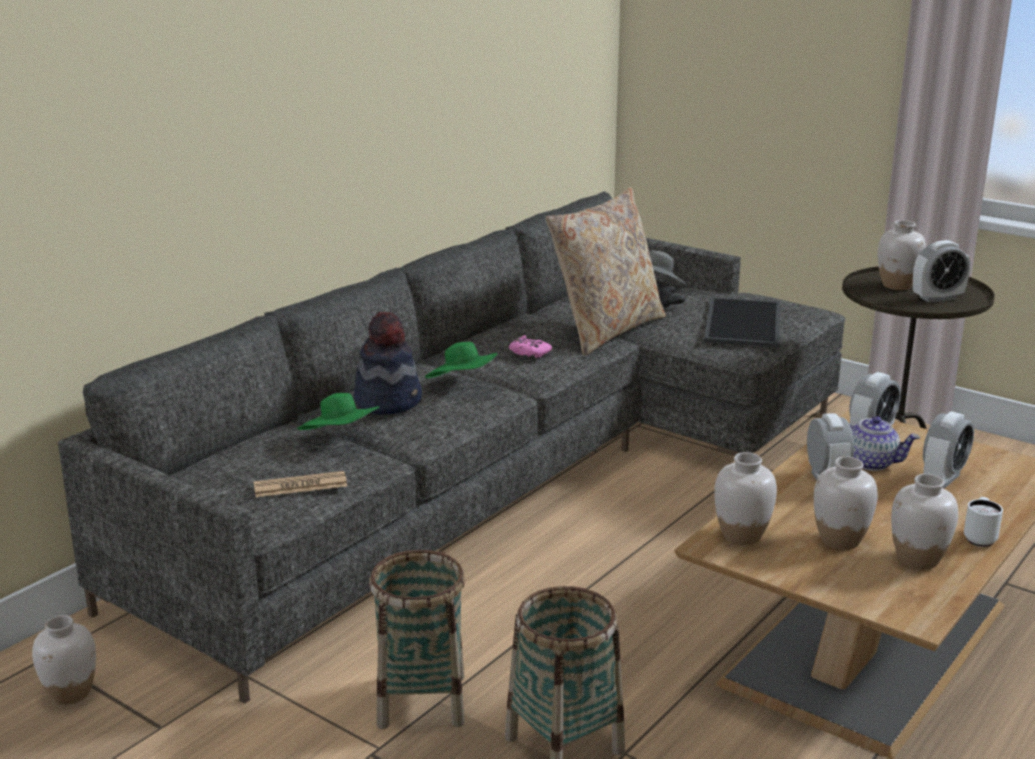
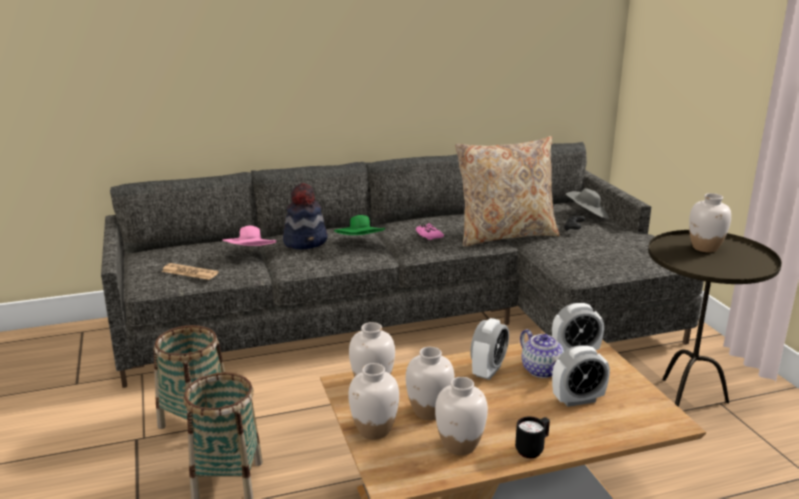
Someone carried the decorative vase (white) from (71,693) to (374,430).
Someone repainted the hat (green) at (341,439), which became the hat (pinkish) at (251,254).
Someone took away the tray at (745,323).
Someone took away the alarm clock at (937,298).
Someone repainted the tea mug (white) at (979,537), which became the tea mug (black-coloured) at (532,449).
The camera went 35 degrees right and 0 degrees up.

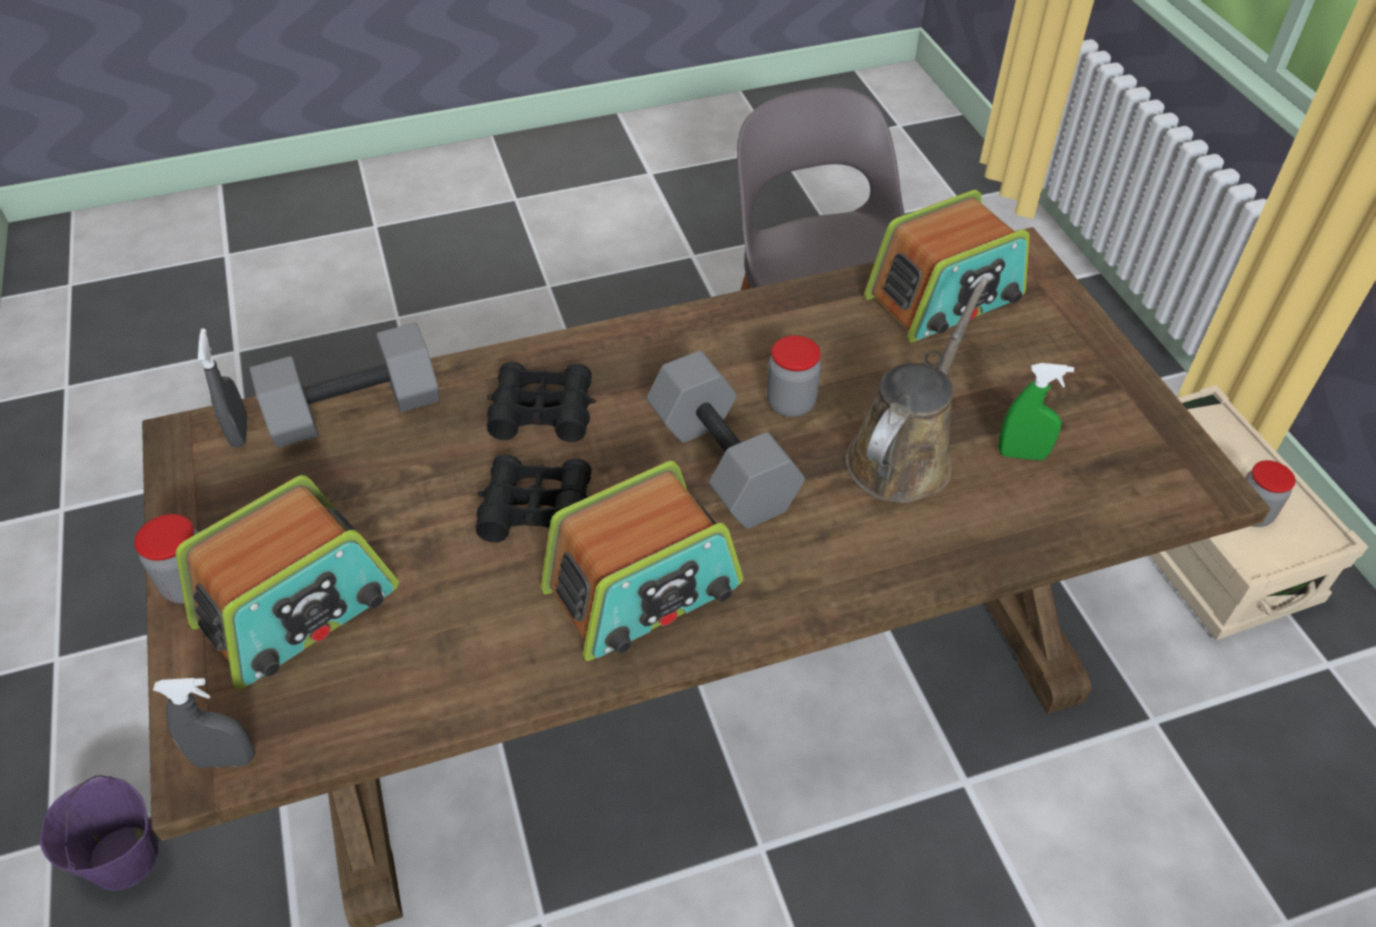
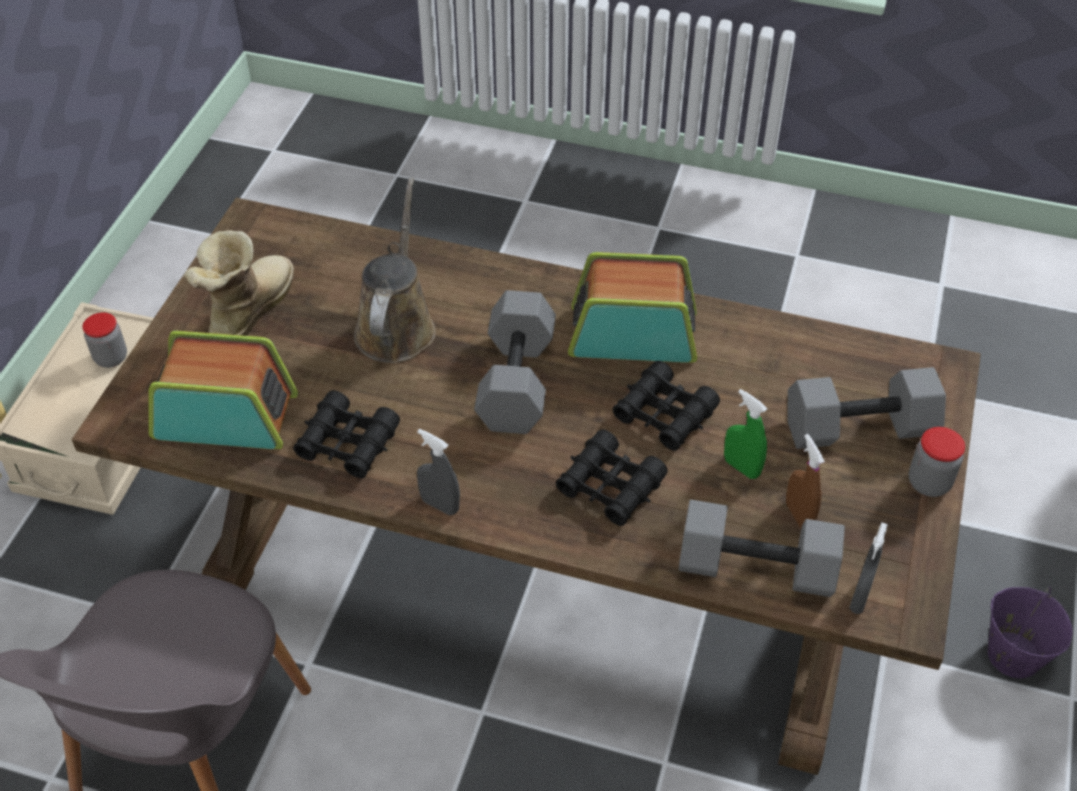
Someone carried the sprayer (greyish) from (225,759) to (440,505).
Someone swapped the radio at (298,608) for the dumbbell (greyish) at (858,430).
Someone took away the jar at (791,403).
Someone rotated the watering pot (brownish) at (904,455) by 120 degrees clockwise.
Someone carried the sprayer (green) from (1022,454) to (741,467).
Someone put down the high-top boot at (246,310).
Someone put down the pair of binoculars (black-coloured) at (348,443).
Someone put down the sprayer (brownish) at (799,515).
The camera went 145 degrees left and 0 degrees up.

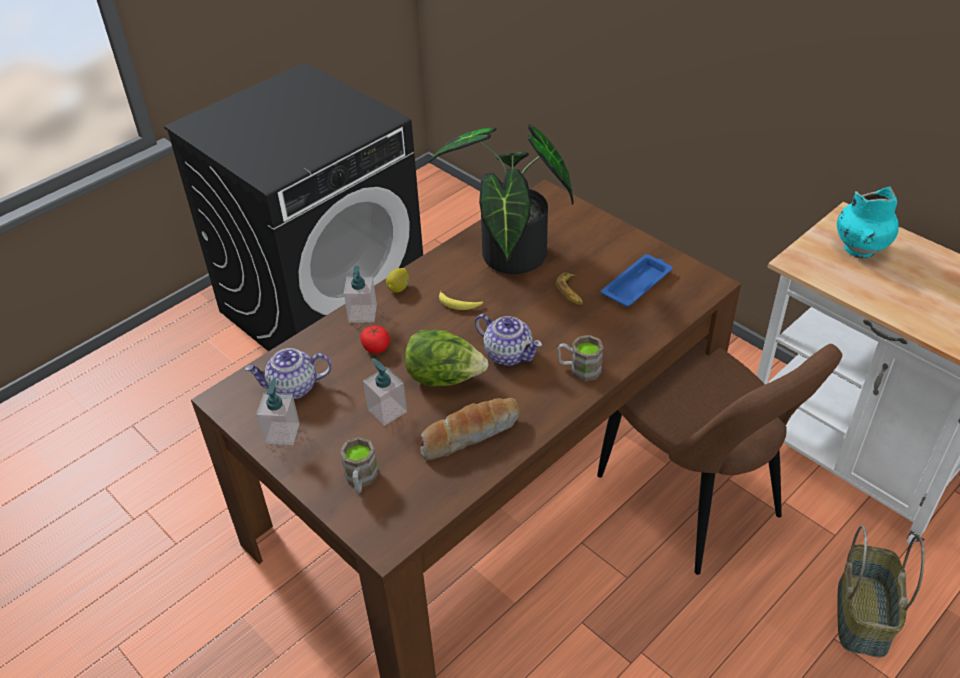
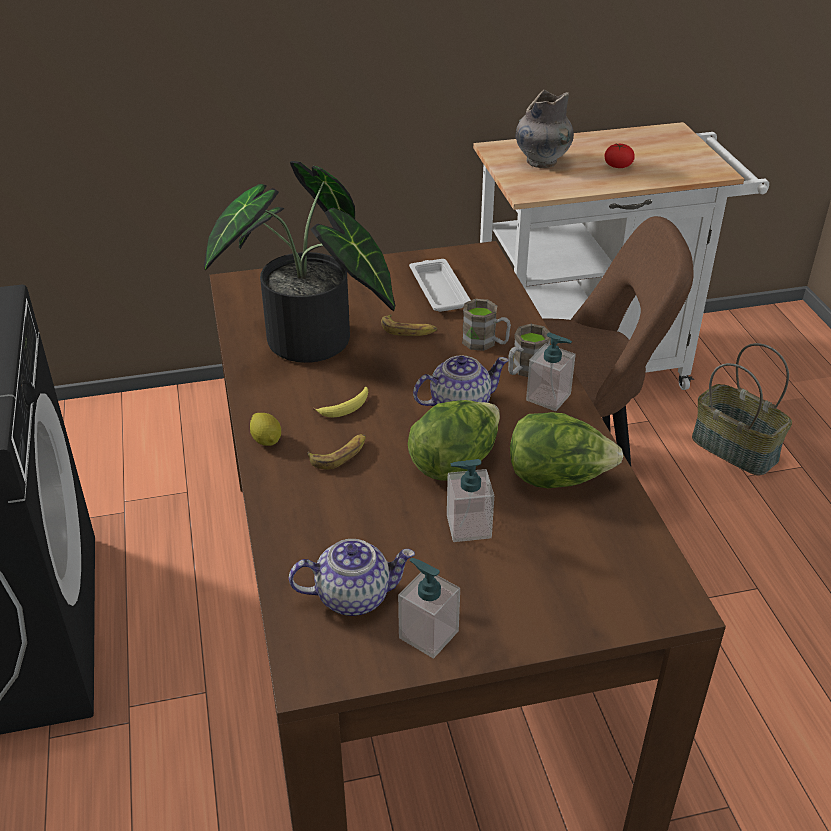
Someone rotated the teapot at (293,388) by 120 degrees counterclockwise.
Someone carried the tea mug (brownish) from (360,480) to (485,343).
Someone carried the liquid soap bottle from (362,314) to (548,397).
Someone carried the fresh tomato from (376,347) to (618,166).
Someone swapped the baked bread at (469,434) for the lettuce head at (558,478).
Someone repainted the tray (blue-coloured) at (637,284), which became the tray (white) at (439,290).
Someone repainted the decorative vase (turquoise-coloured) at (860,249), which became the decorative vase (greyish) at (541,162).
Someone put down the whole banana at (339,455).
The camera went 60 degrees left and 5 degrees down.

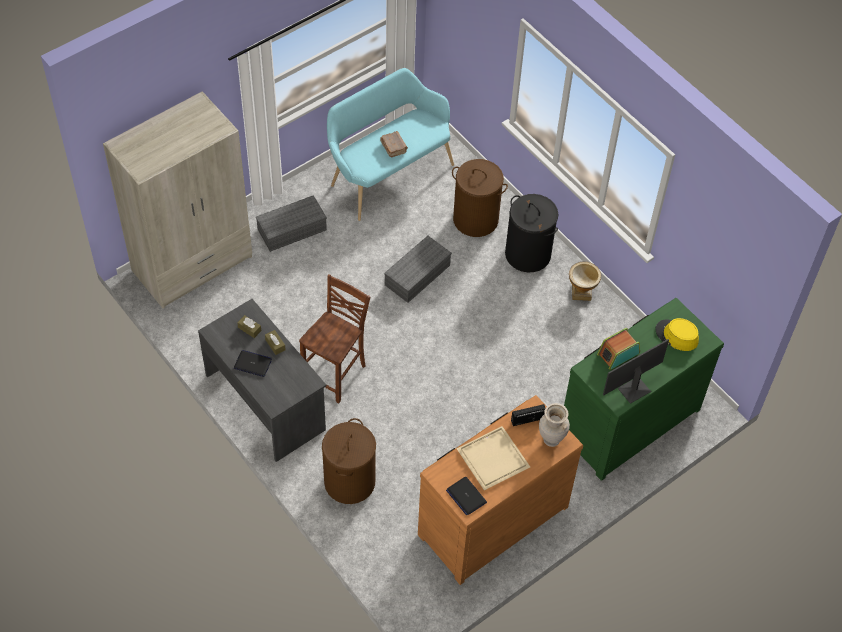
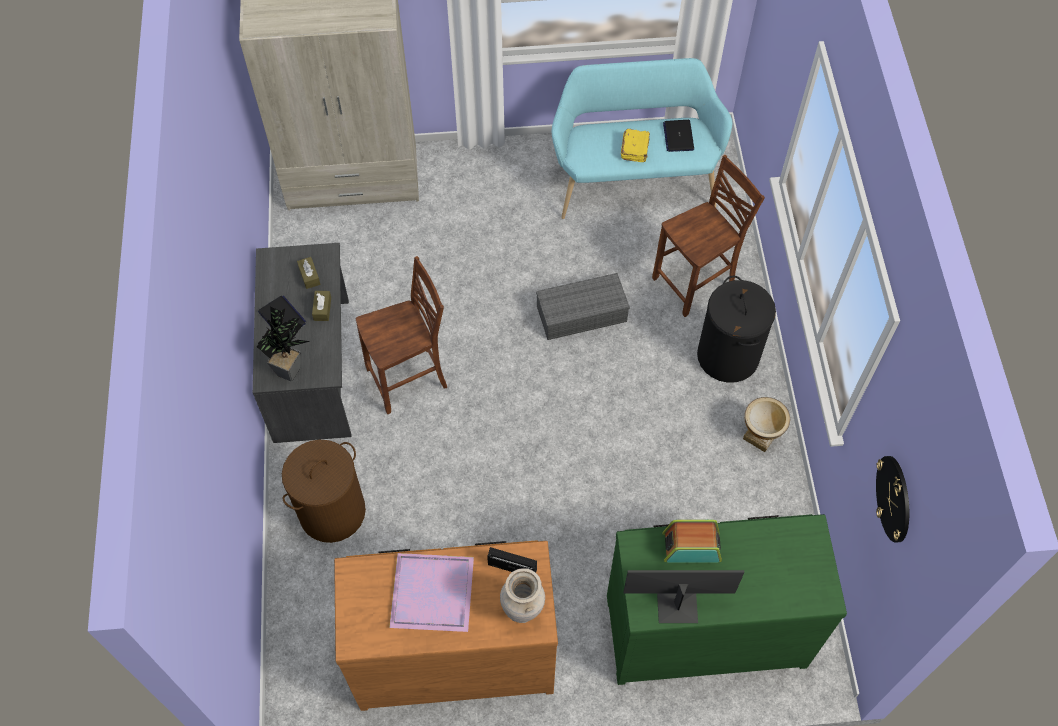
Someone took away the storage bin (greyish) at (292,229).
Someone repainted the bound book (brownish) at (393,147), which became the bound book (yellow-coloured) at (635,149).
Someone carried the laptop from (466,496) to (678,136).
Someone swapped the hamper (brownish) at (476,219) for the plain chair (brownish) at (696,283).
Someone repainted the tray (sand-coloured) at (493,457), which became the tray (purple-coloured) at (434,591).
Someone took away the hat (yellow-coloured) at (676,336).
Someone put down the potted plant at (292,369).
Someone put up the wall clock at (894,498).
The camera went 35 degrees right and 5 degrees up.

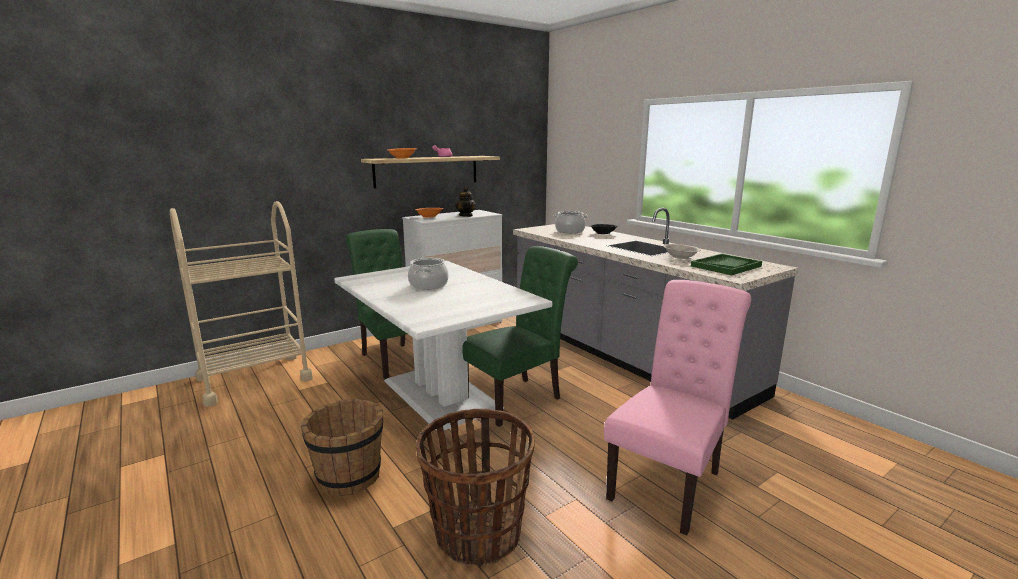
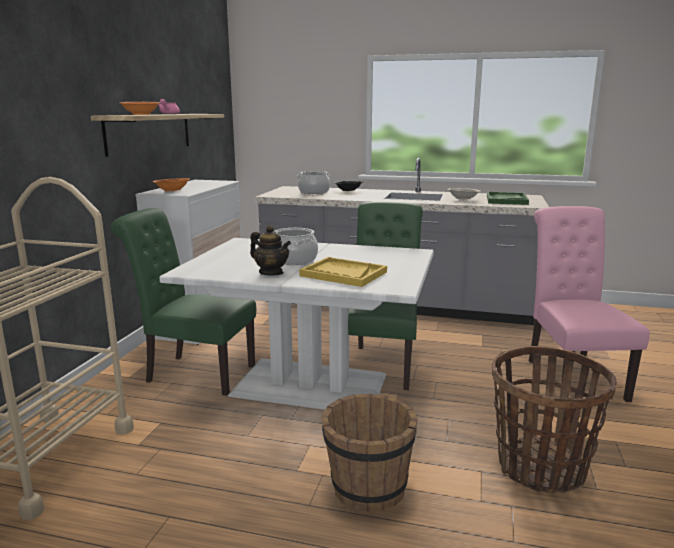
Someone carried the teapot from (466,216) to (271,273).
Someone put down the tray (yellow-coloured) at (343,274).
The camera went 40 degrees left and 0 degrees up.

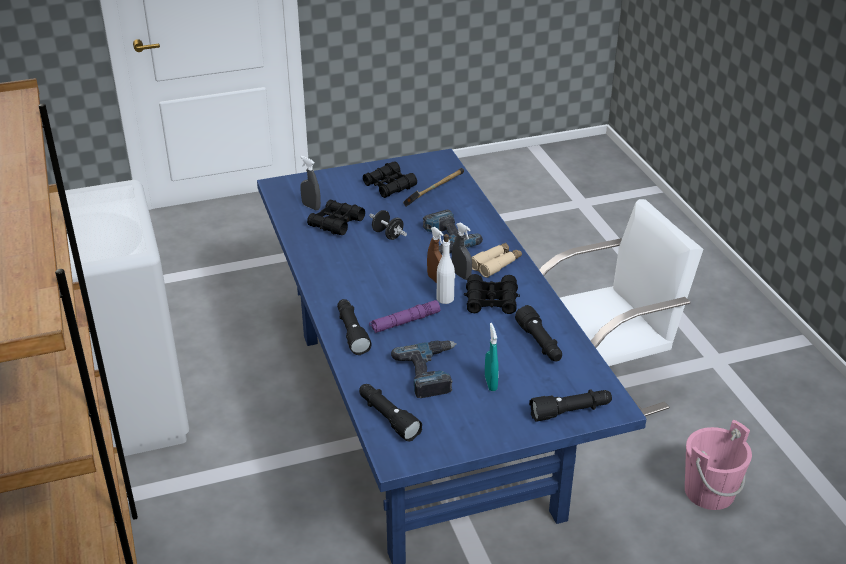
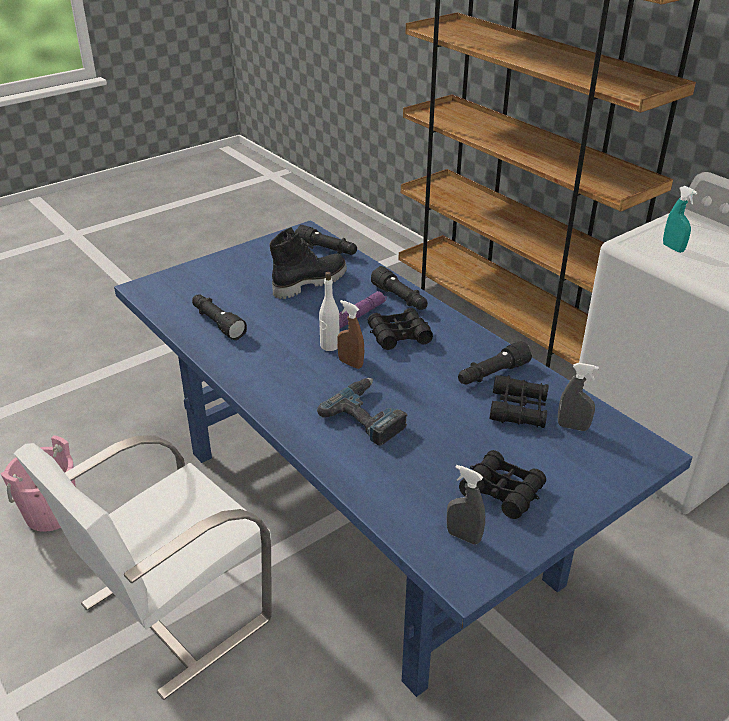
Someone took away the dumbbell (black-coloured) at (387,234).
Someone swapped the power drill at (431,372) for the high-top boot (black-coloured) at (309,283).
Someone took away the hand hammer at (433,194).
Someone carried the sprayer (greyish) from (461,275) to (463,536).
Someone carried the pair of binoculars (black-coloured) from (491,301) to (399,335).
Someone took away the pair of binoculars (sand-coloured) at (495,264).
Someone carried the sprayer (turquoise-coloured) from (490,383) to (673,248).
Someone carried the flashlight (black-coloured) from (570,411) to (492,374).
The camera went 160 degrees right and 0 degrees up.

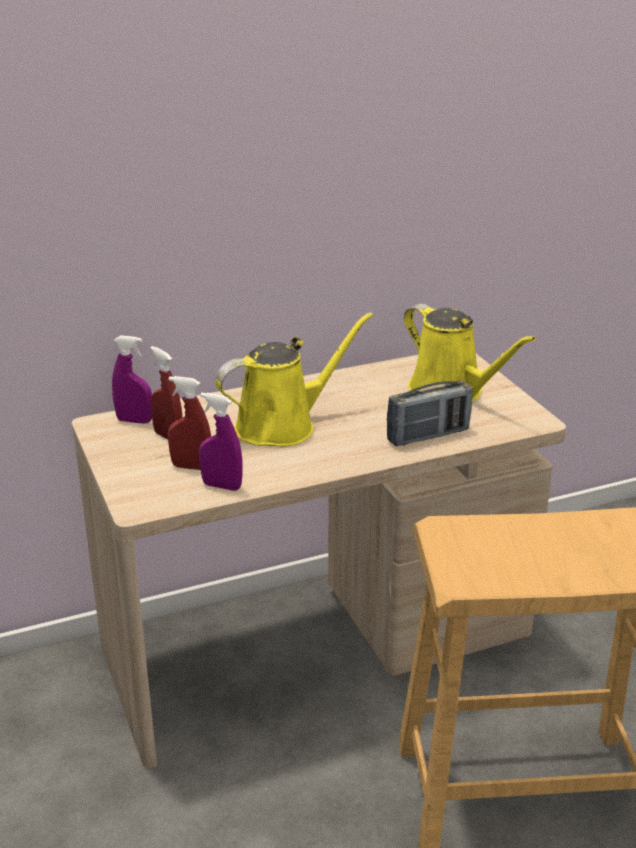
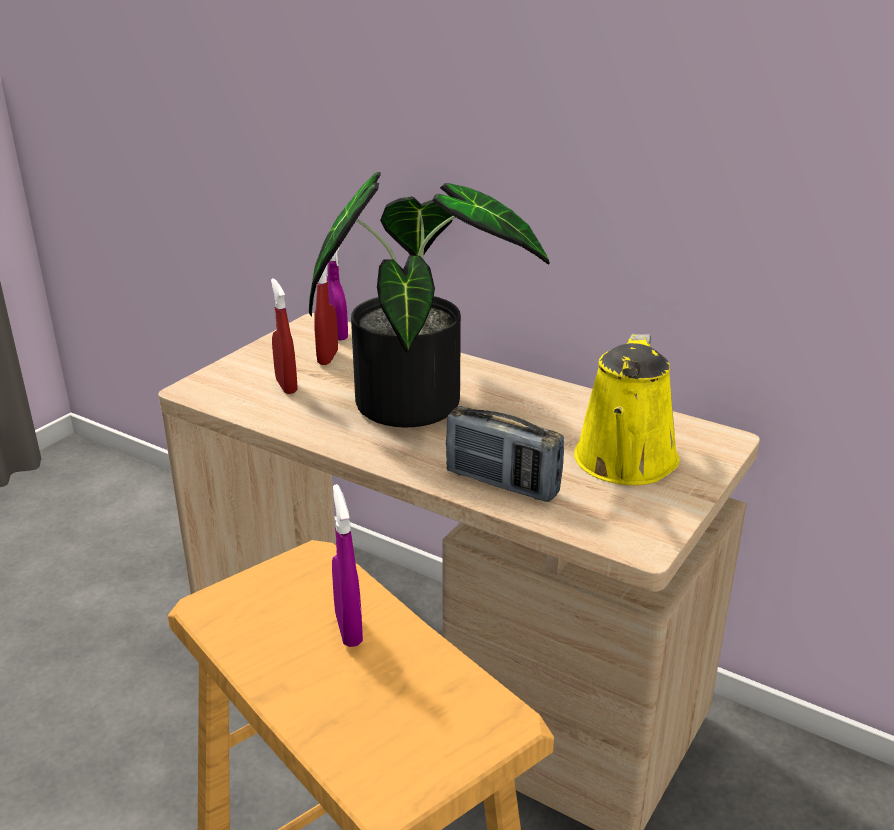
Someone carried the sprayer (purple-coloured) from (222,486) to (348,629).
Someone swapped the watering pot (yellow-coloured) at (282,425) for the potted plant at (416,398).
The camera went 55 degrees right and 0 degrees up.

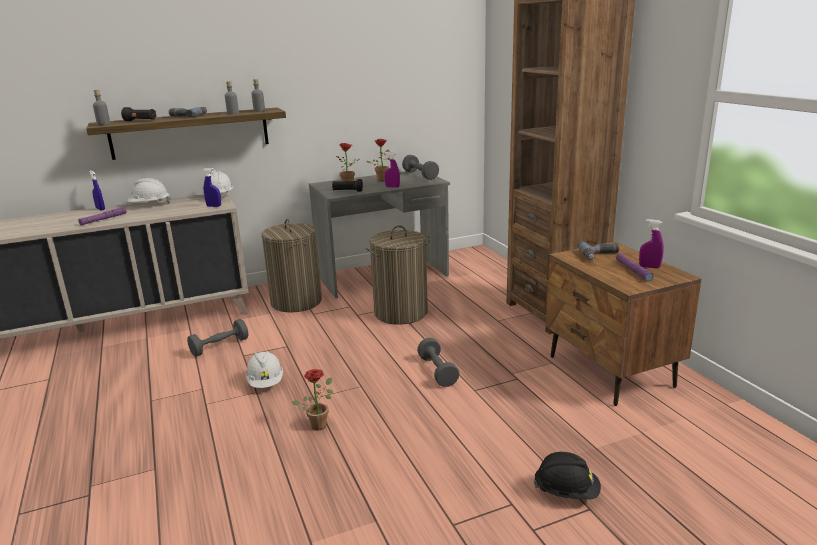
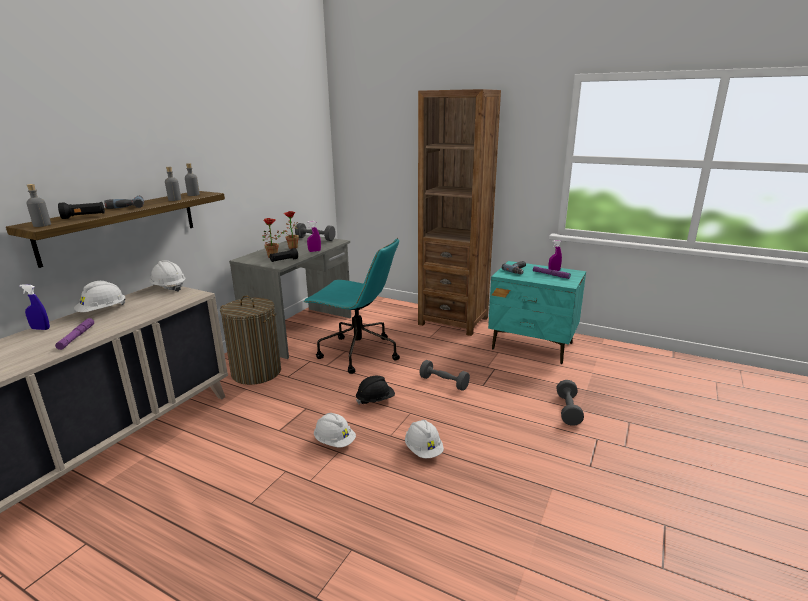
Someone carried the dumbbell (greyish) from (219,346) to (568,410).
Someone took away the sprayer (blue-coloured) at (214,206).
Someone swapped the potted plant at (320,423) for the safety helmet (white) at (423,450).
Someone swapped the hamper at (400,313) for the desk chair (turquoise-coloured) at (357,353).
Someone carried the safety helmet (black-coloured) from (566,492) to (375,400).
Someone repainted the bedside table (brownish) at (610,371), which became the bedside table (turquoise-coloured) at (532,346).
The camera went 40 degrees left and 0 degrees up.

